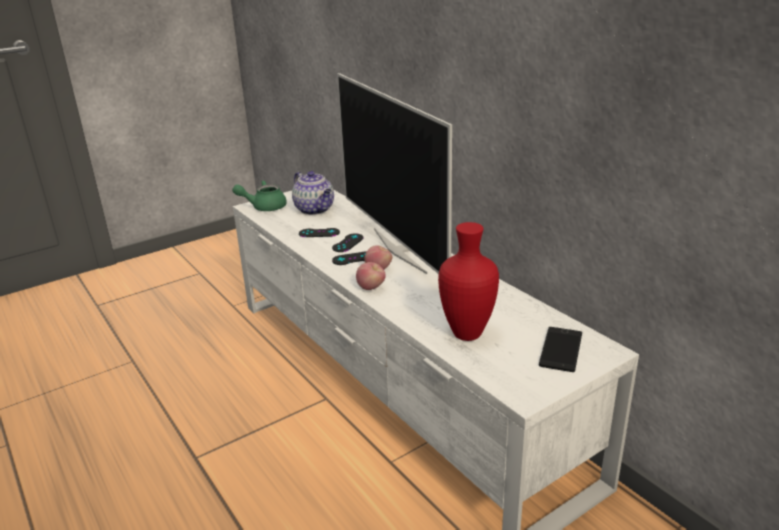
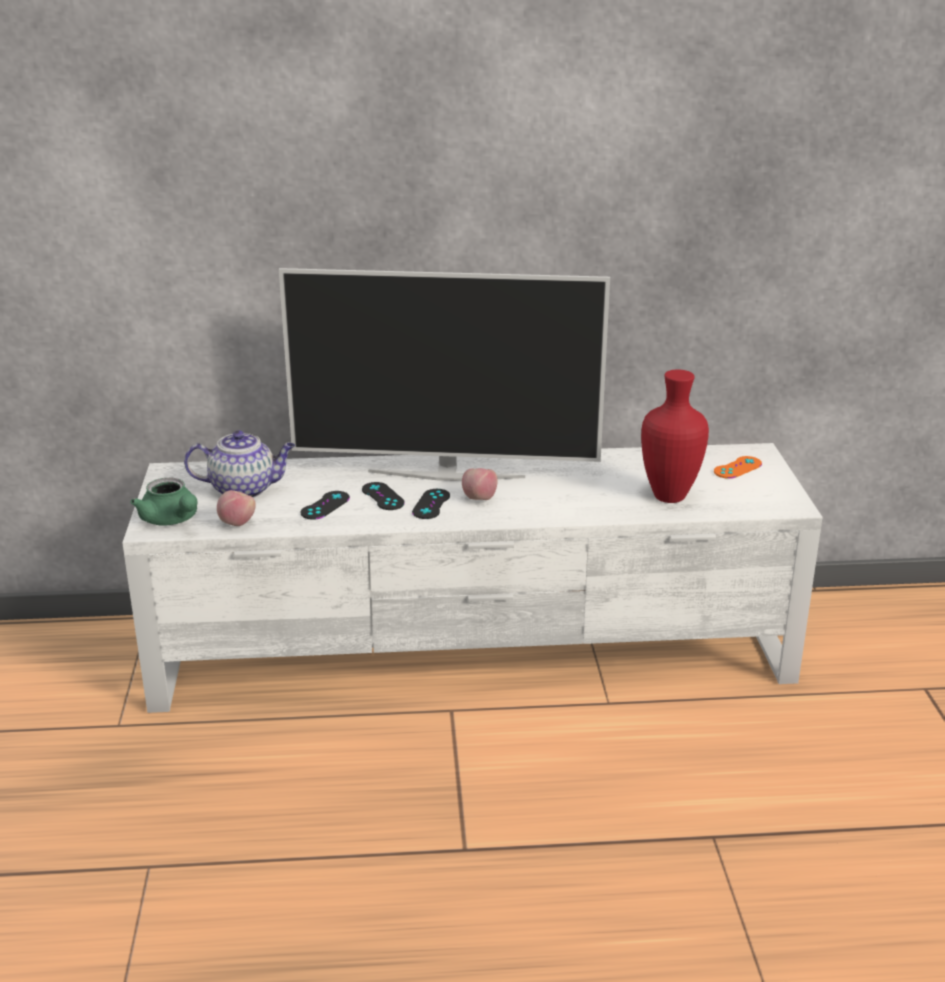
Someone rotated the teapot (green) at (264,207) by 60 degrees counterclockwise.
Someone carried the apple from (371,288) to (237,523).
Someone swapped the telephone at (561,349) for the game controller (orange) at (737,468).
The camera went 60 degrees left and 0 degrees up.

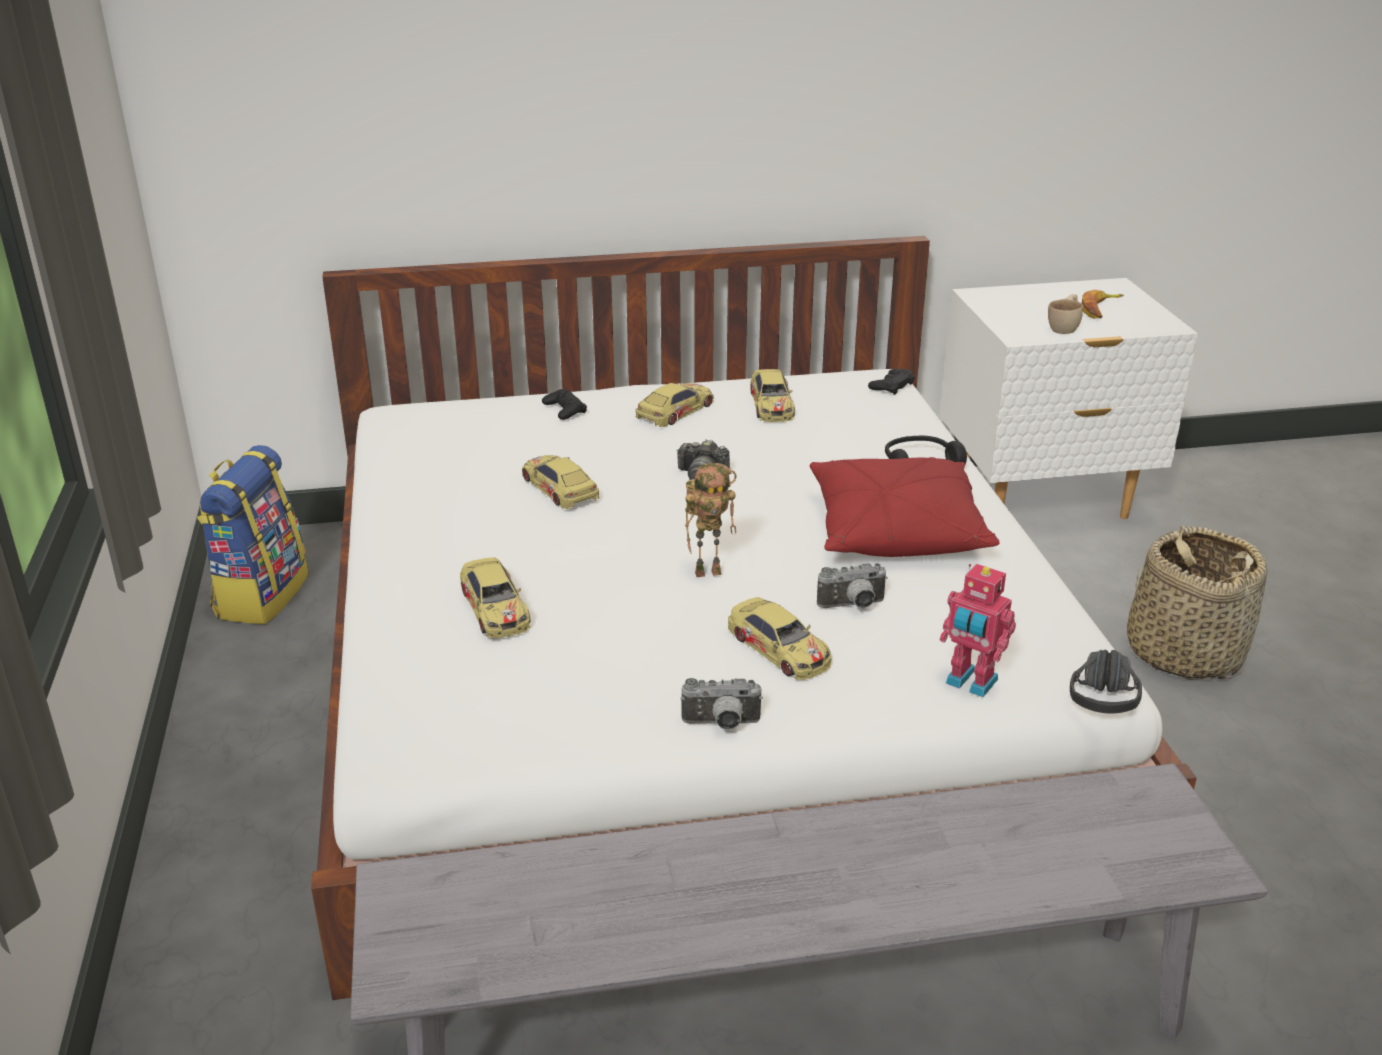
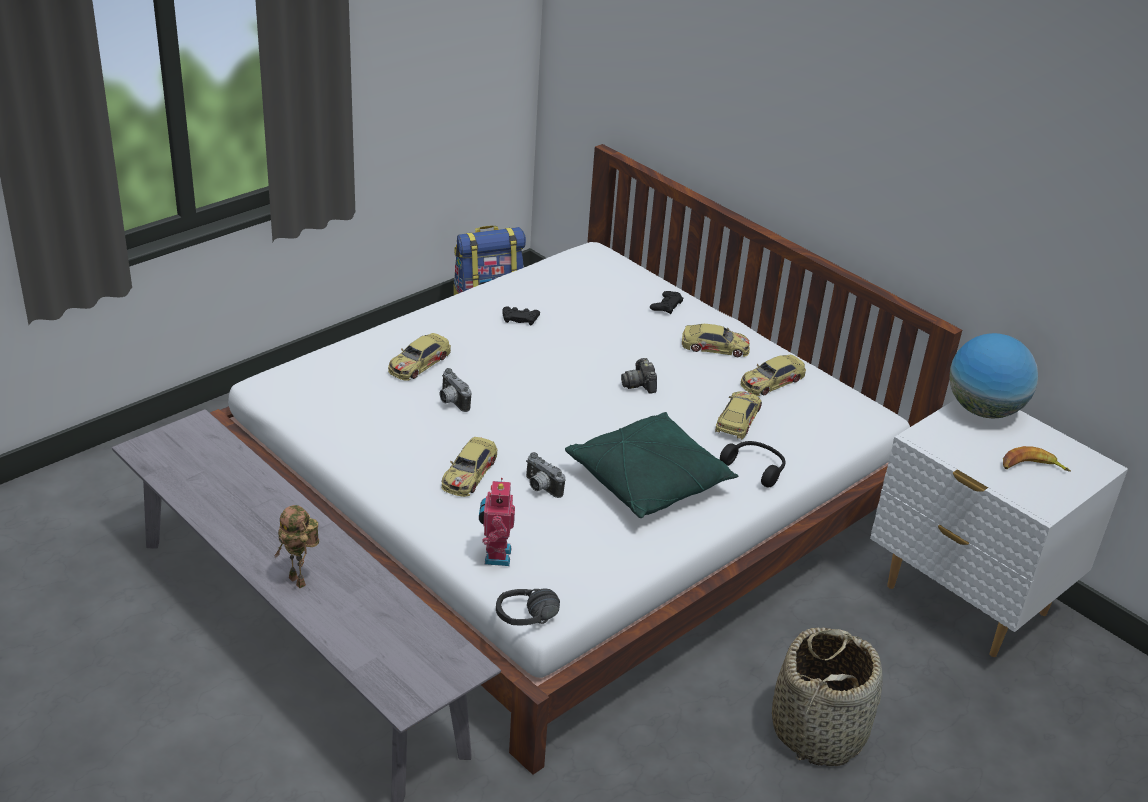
Someone carried the miniature car from (559,488) to (738,419).
Someone carried the photo camera from (721,725) to (451,402).
Someone carried the toy robot from (709,571) to (300,581).
Someone repainted the pillow (red-coloured) at (895,531), which became the pillow (green) at (649,481).
Someone carried the game controller (black-coloured) from (891,386) to (520,318).
Someone took away the cup (sand-coloured) at (1065,327).
Someone put down the globe at (983,410).
The camera went 55 degrees right and 5 degrees up.

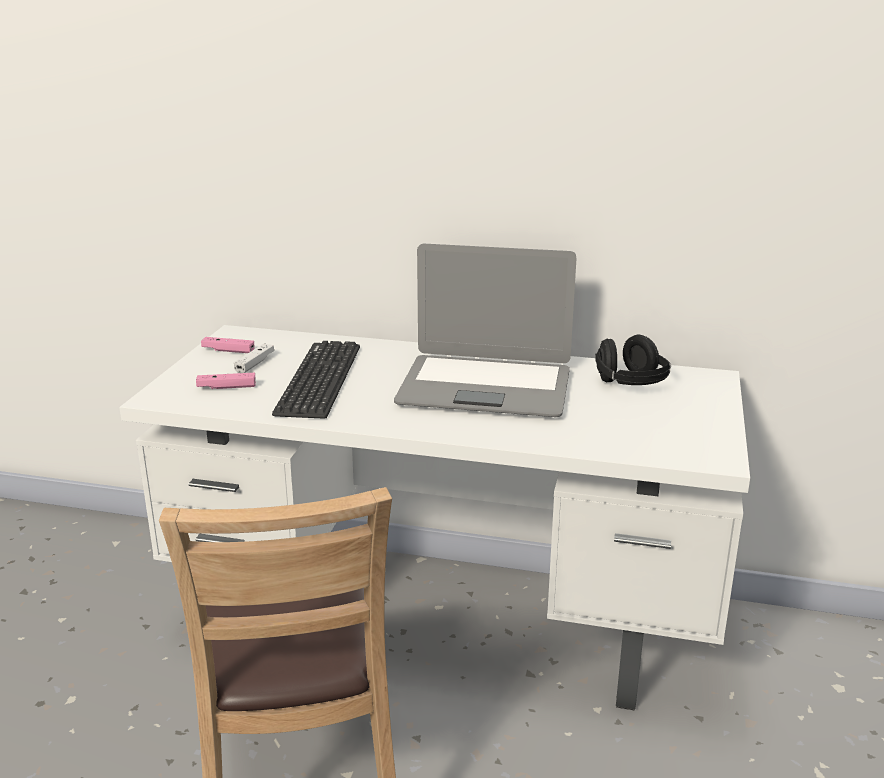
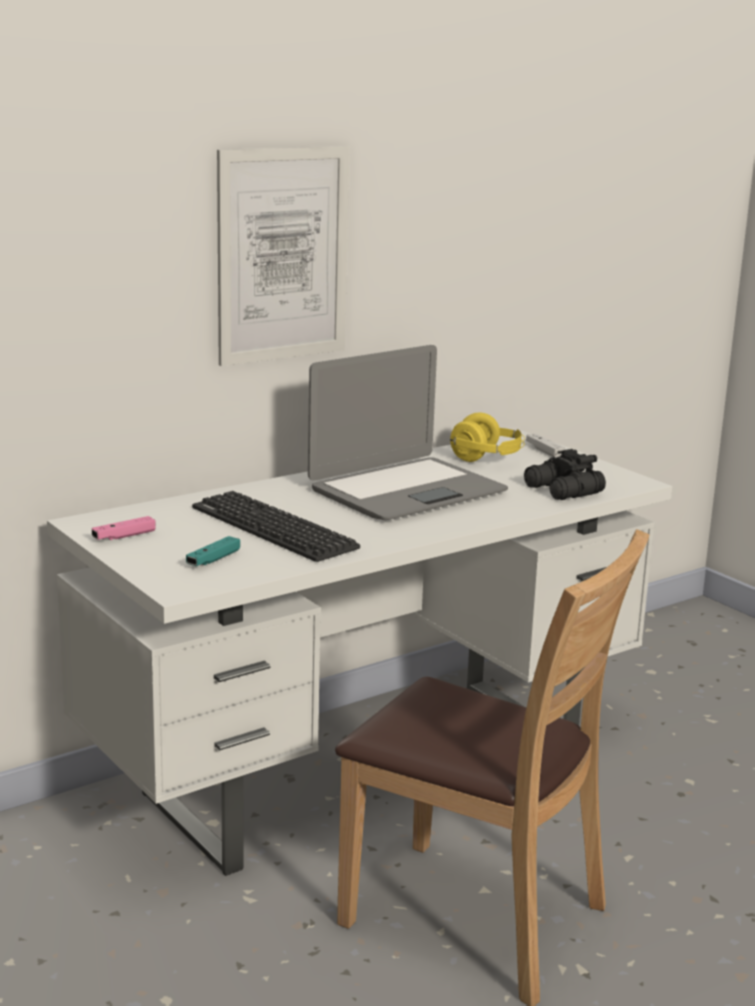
Someone repainted the game controller (pinkish) at (226,387), which became the game controller (turquoise-coloured) at (213,559).
Someone carried the game controller (white) from (255,364) to (544,451).
Someone repainted the pair of headphones (black-coloured) at (630,384), which became the pair of headphones (yellow-coloured) at (487,458).
Someone put up the wall art at (283,254).
Someone put down the pair of binoculars (black-coloured) at (563,491).
The camera went 50 degrees left and 5 degrees down.

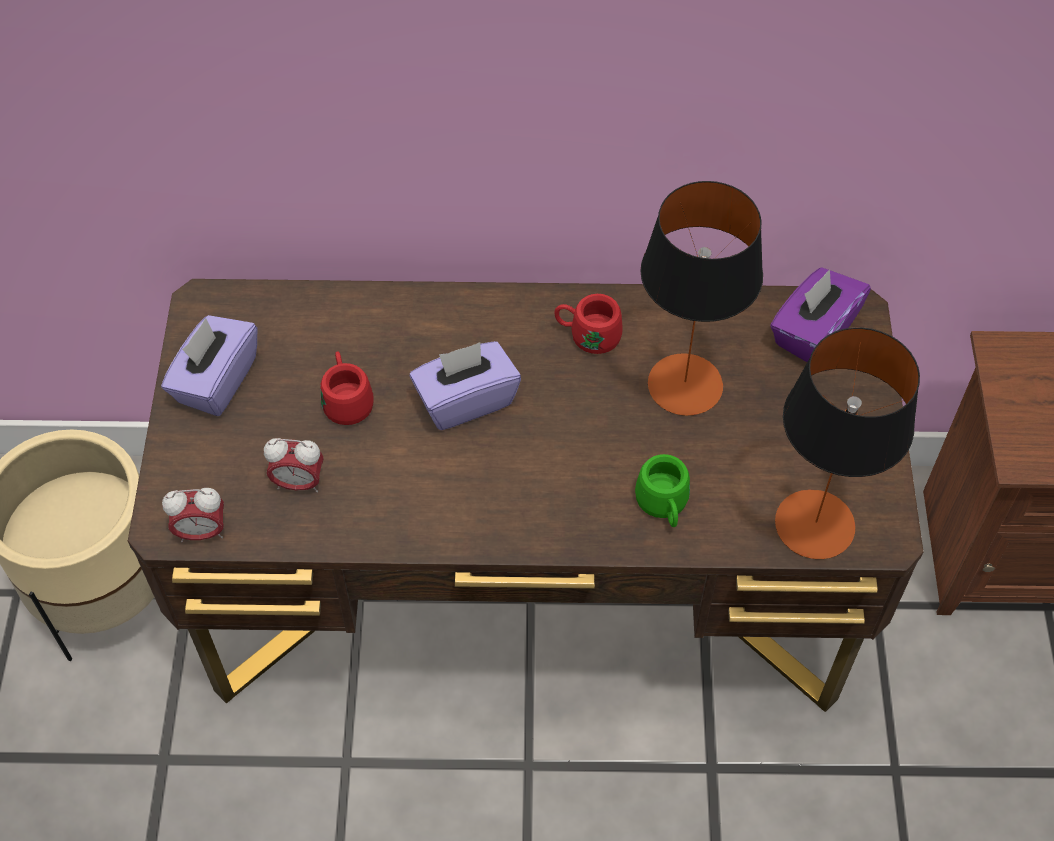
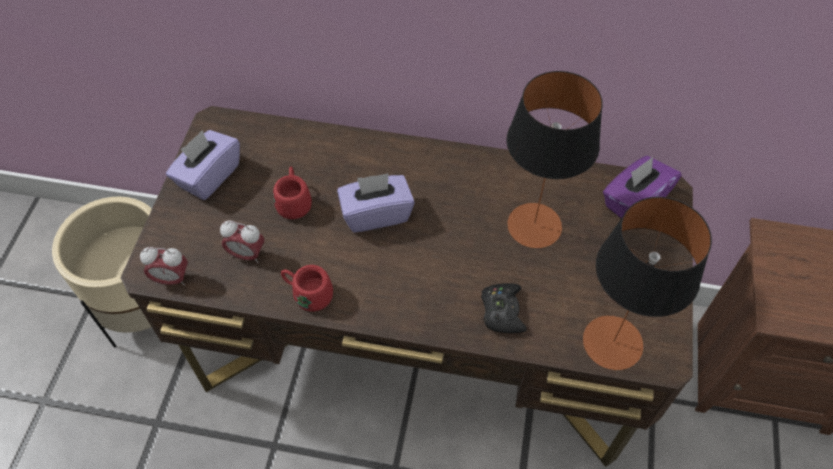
Someone carried the tea mug (red-coloured) from (587,335) to (307,294).
Someone swapped the tea mug (green) at (663,506) for the game controller (black-coloured) at (502,311).
The camera went 10 degrees right and 0 degrees up.

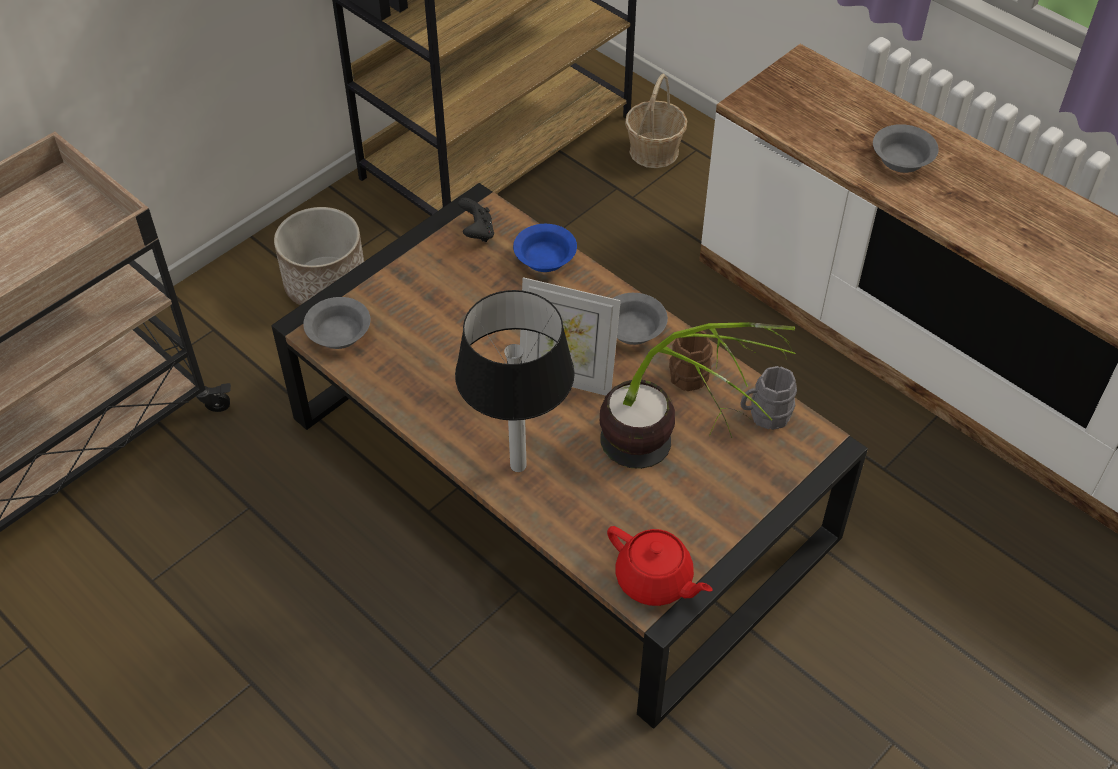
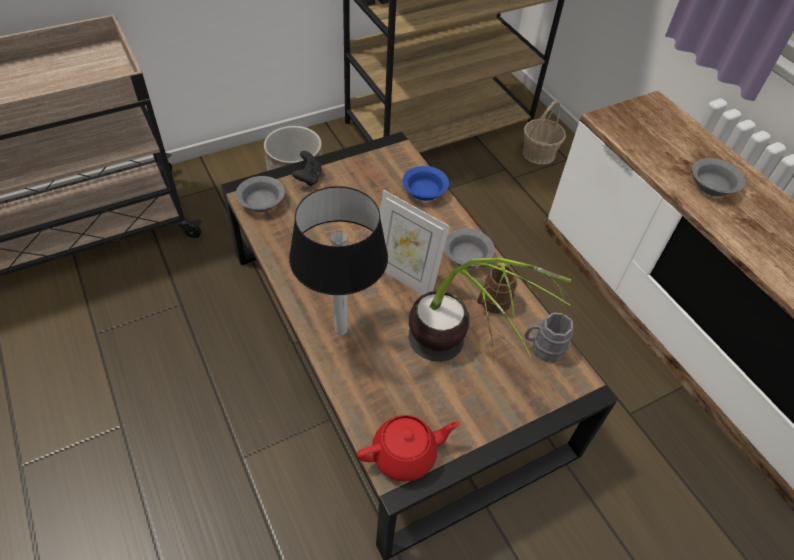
Someone carried the game controller (black-coloured) from (477,232) to (308,178).
Someone rotated the teapot (red-coloured) at (655,580) by 75 degrees counterclockwise.
The camera went 15 degrees right and 0 degrees up.

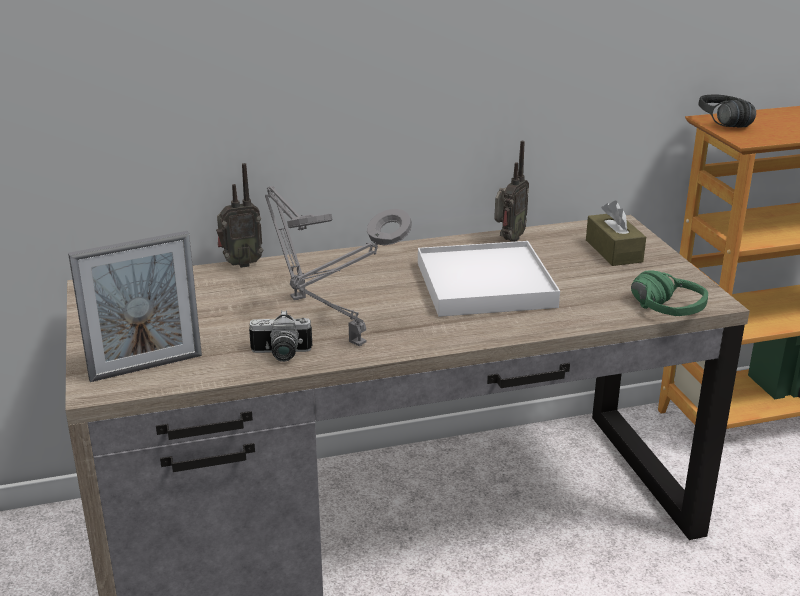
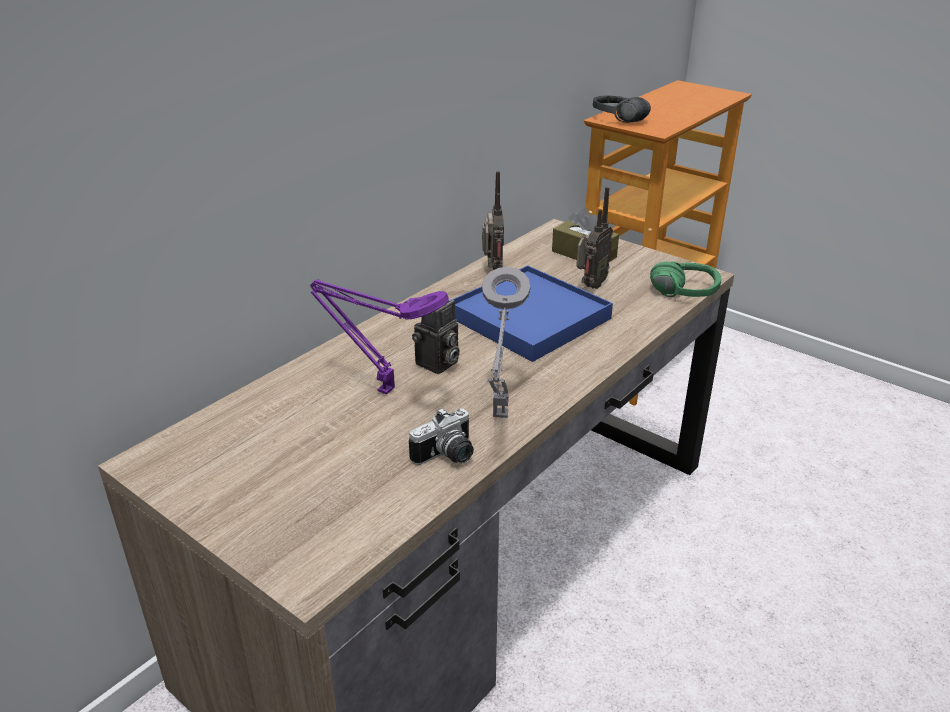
Someone took away the standing frame at (146,367).
Someone carried the radio from (240,264) to (590,286).
Someone repainted the tabletop lamp (greyish) at (296,296), which became the tabletop lamp (purple-coloured) at (382,389).
Someone repainted the tray (white) at (485,285), which became the tray (blue-coloured) at (530,318).
Someone put down the photo camera at (437,364).
The camera went 35 degrees left and 5 degrees up.

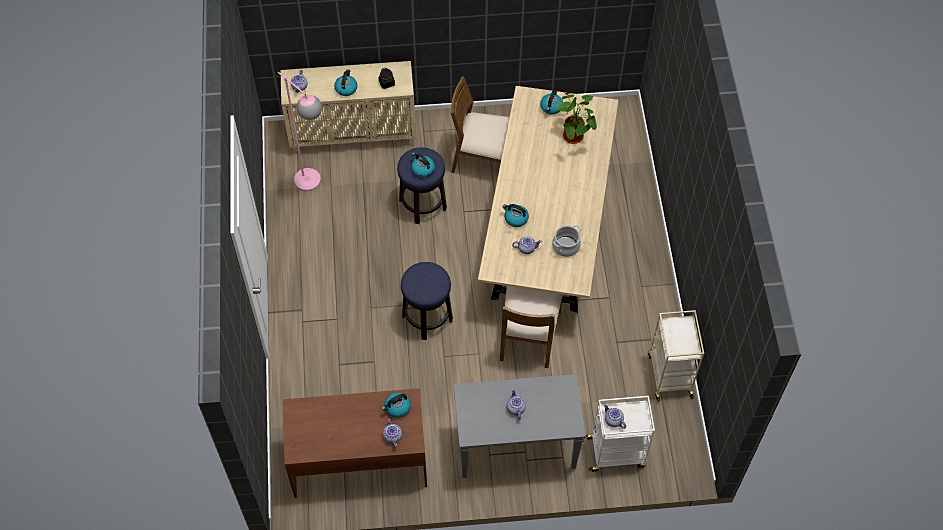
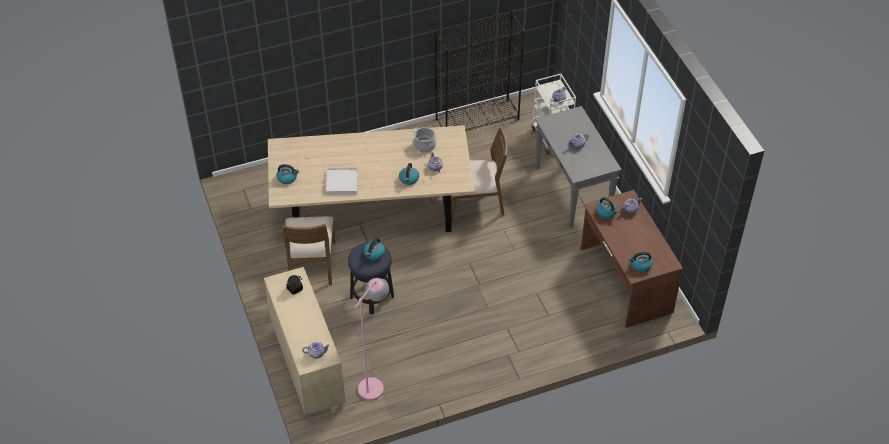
Someone carried the water kettle from (346,88) to (640,266).
Someone took away the sitting stool at (427,318).
Someone took away the potted plant at (574,138).
Someone swapped the cart (sand-coloured) at (669,374) for the bookcase (black-coloured) at (477,119).
Someone put down the tray (white) at (342,182).
The camera went 105 degrees left and 10 degrees down.

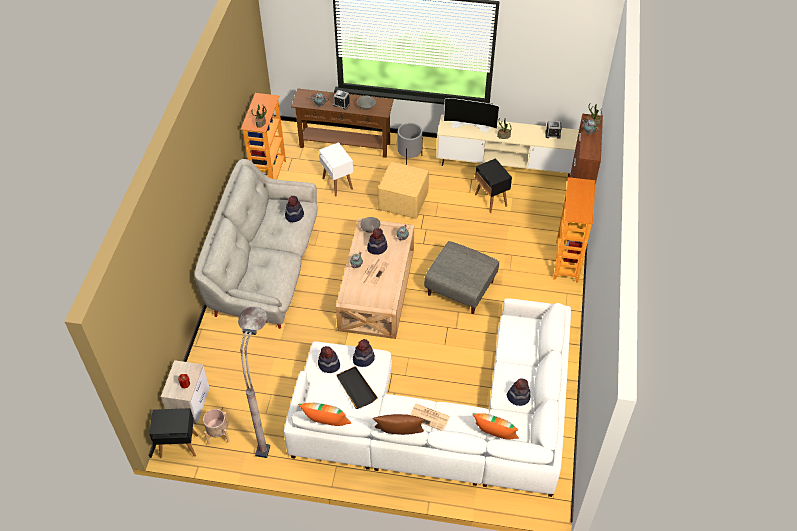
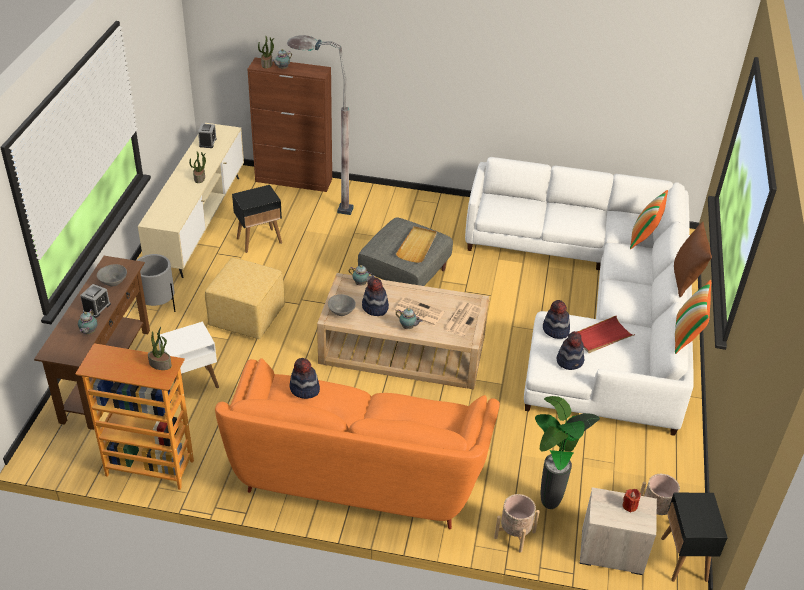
Someone repainted the couch (greyish) at (265,269), which became the couch (orange) at (358,468).
Someone carried the floor lamp (greyish) from (270,427) to (318,206).
Someone repainted the tray (black-coloured) at (356,388), which became the tray (red-coloured) at (602,336).
Someone carried the printed paper from (430,417) to (462,319).
Someone took away the television at (470,124).
Someone took away the hat at (518,397).
Someone took away the bookcase at (567,262).
Someone put down the tray (sand-coloured) at (417,246).
Someone put down the plant pot (sand-coloured) at (515,535).
Someone put down the potted plant at (549,505).
The camera went 90 degrees left and 10 degrees down.

